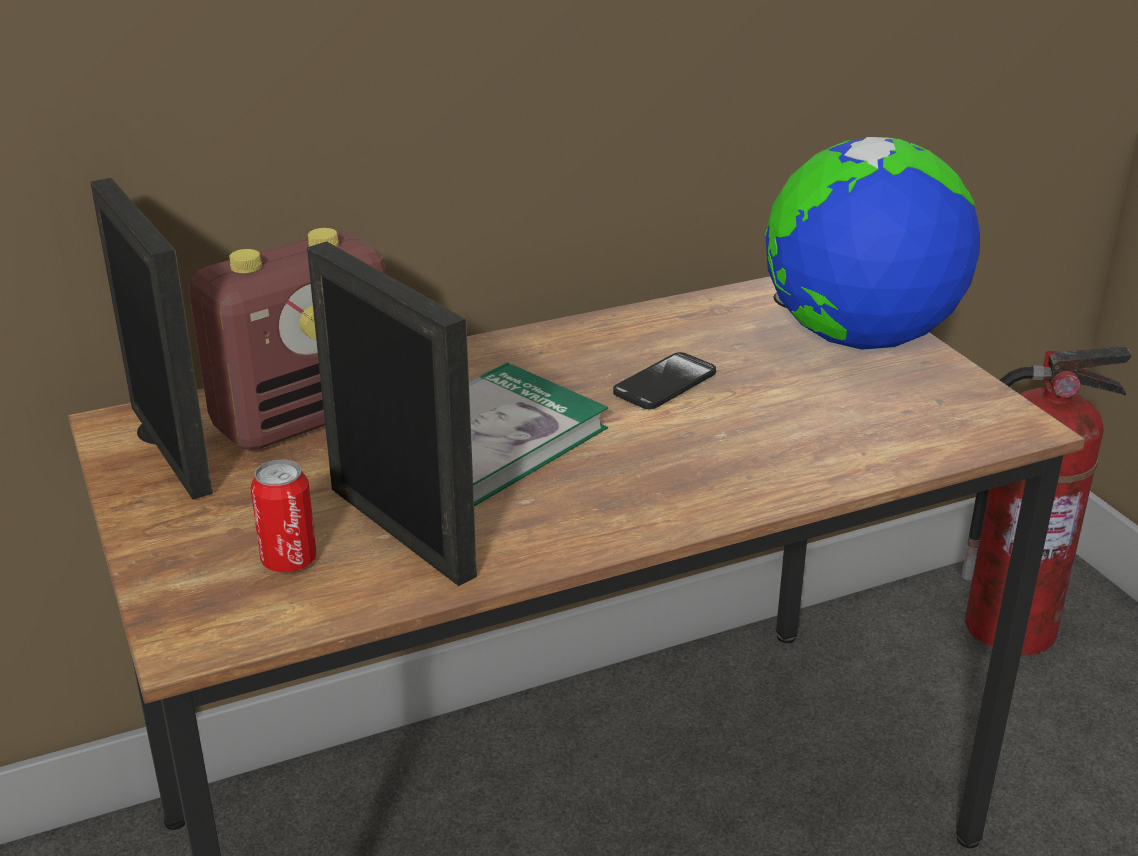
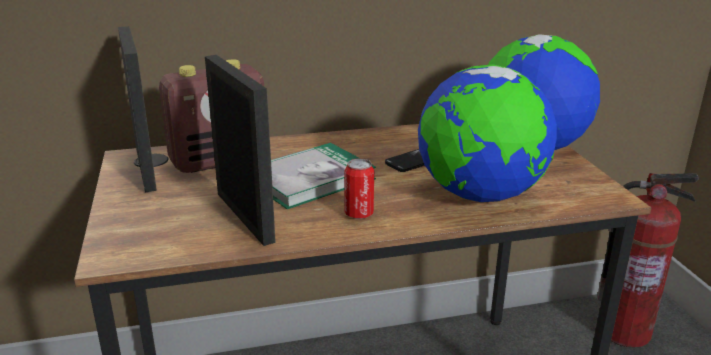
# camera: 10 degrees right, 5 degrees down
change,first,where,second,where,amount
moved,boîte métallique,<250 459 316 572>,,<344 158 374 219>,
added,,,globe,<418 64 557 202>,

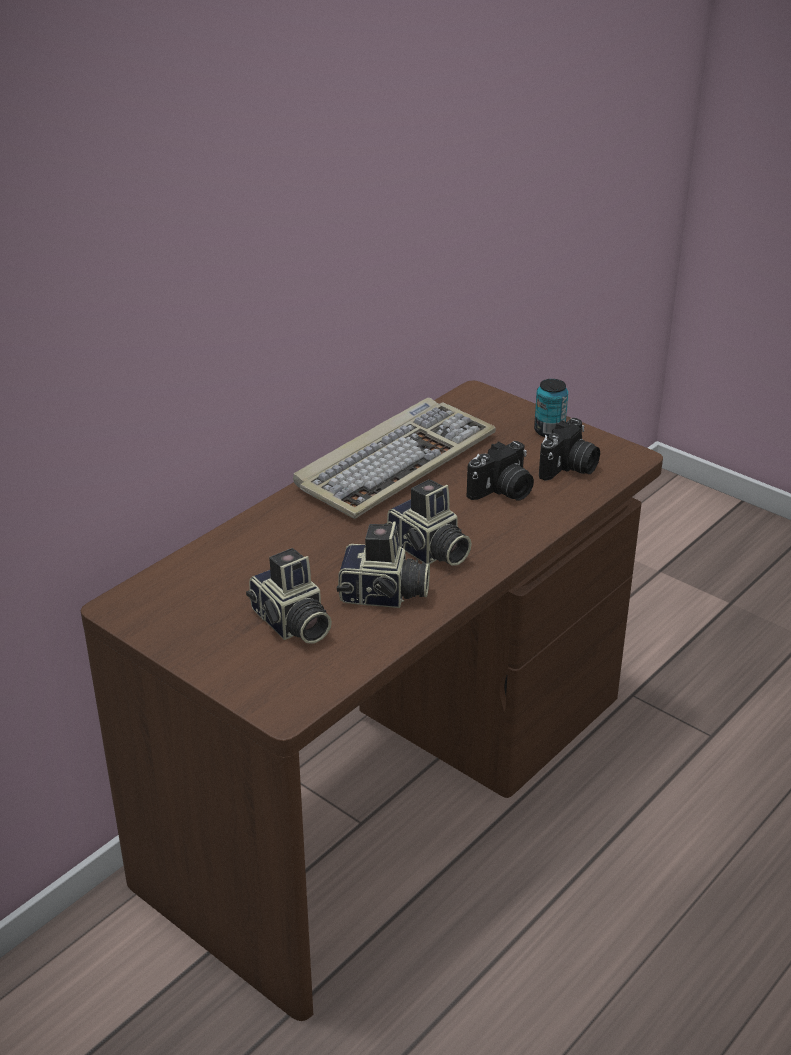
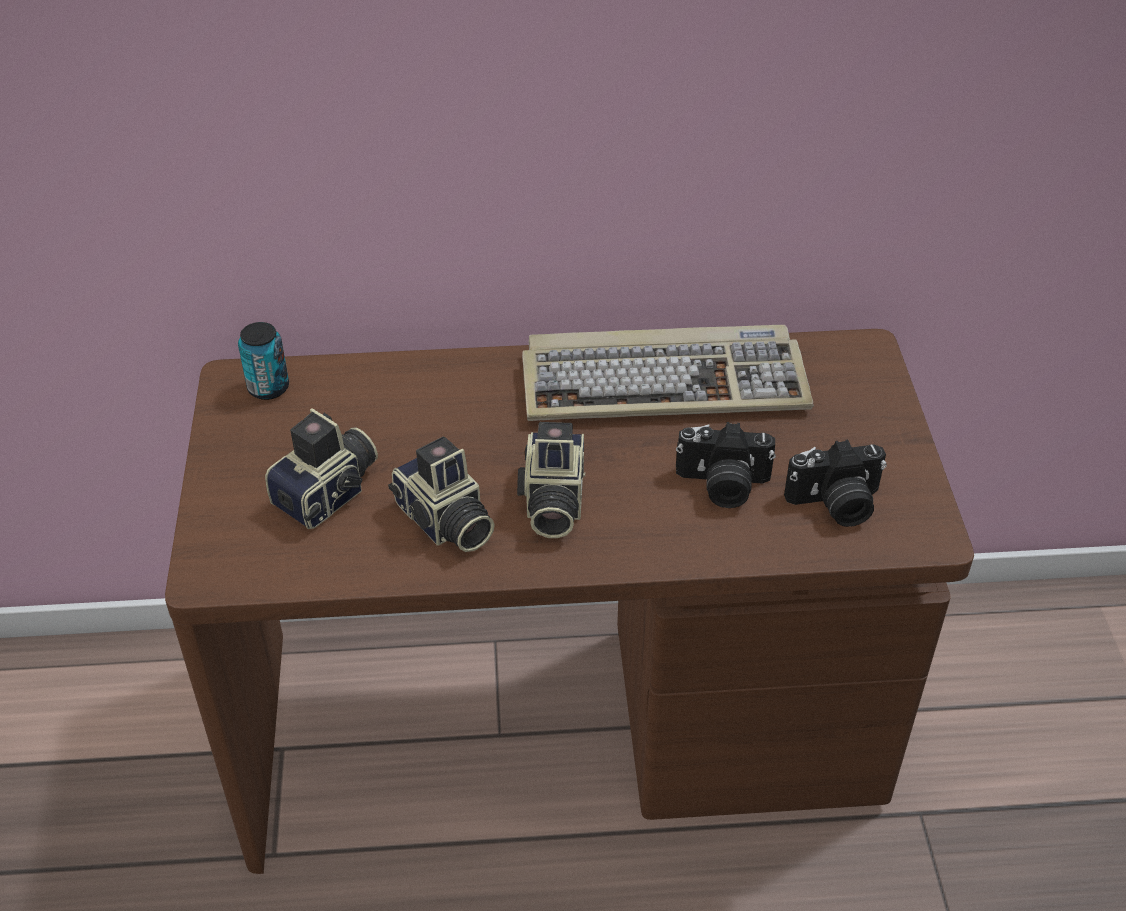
# camera: 45 degrees right, 10 degrees up
change,first,where,second,where,amount
moved,boîte métallique,<534 379 568 438>,,<238 322 289 400>,
turned,appareil photo,<246 548 332 644>,,<265 408 378 529>,150 degrees counterclockwise

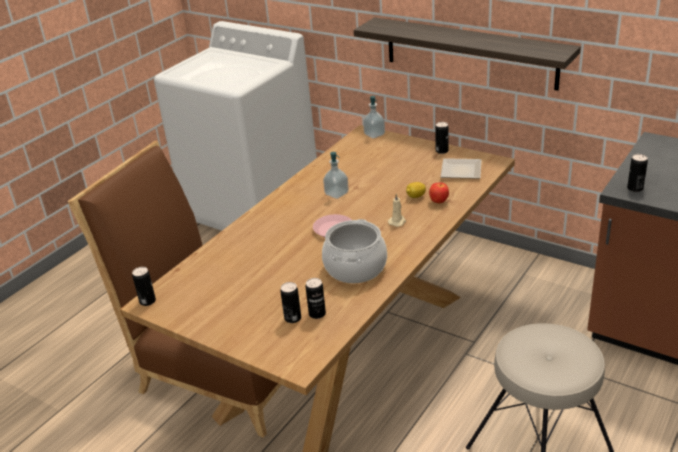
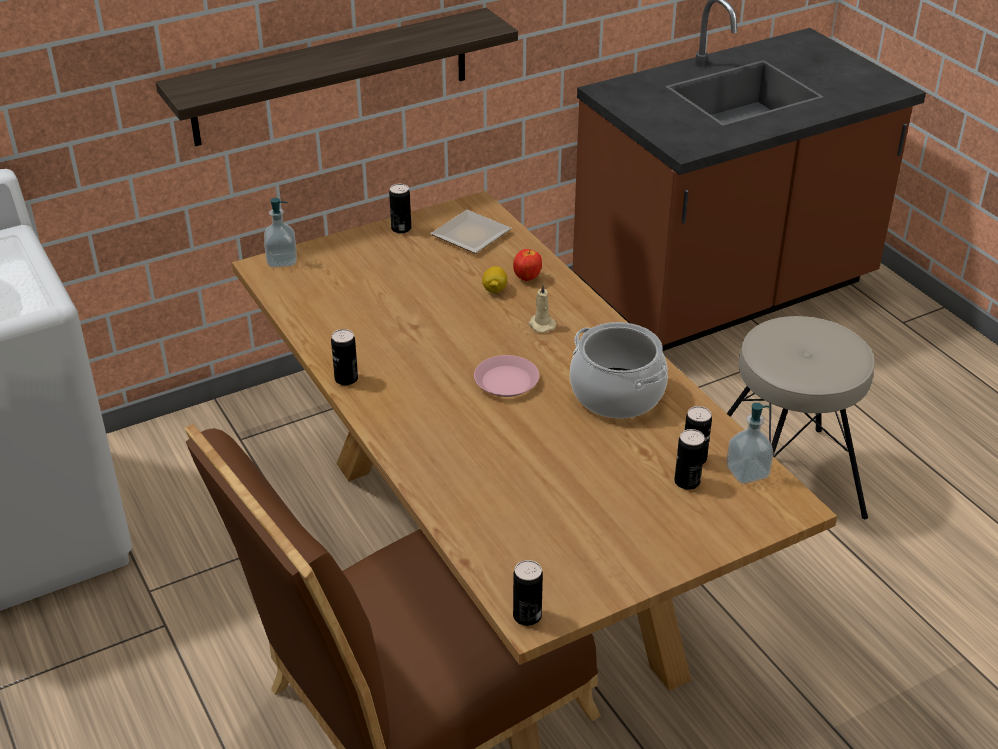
# camera: 65 degrees left, 5 degrees up
change,first,where,second,where,amount
moved,boîte métallique,<627 154 648 192>,,<331 329 358 385>,
moved,distributeur de savon,<323 152 349 199>,,<726 403 773 484>,

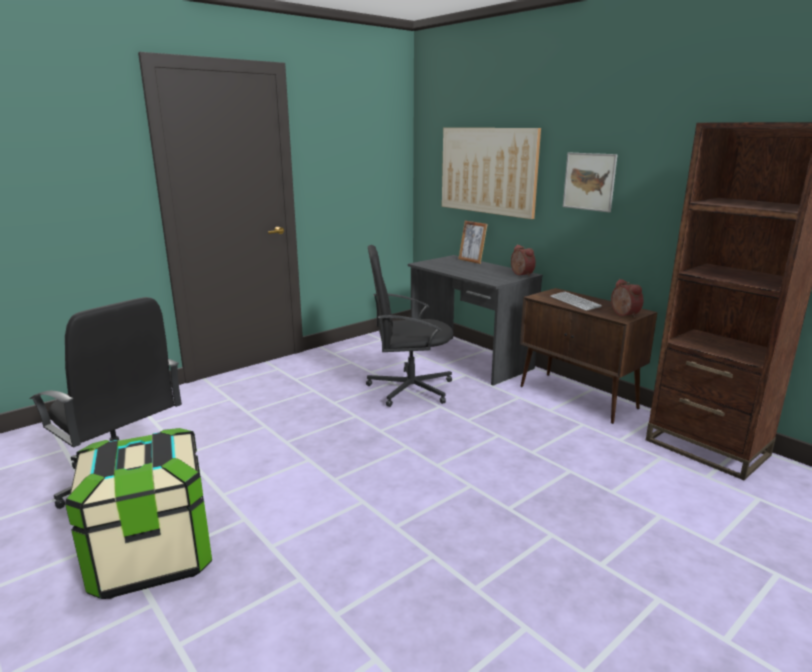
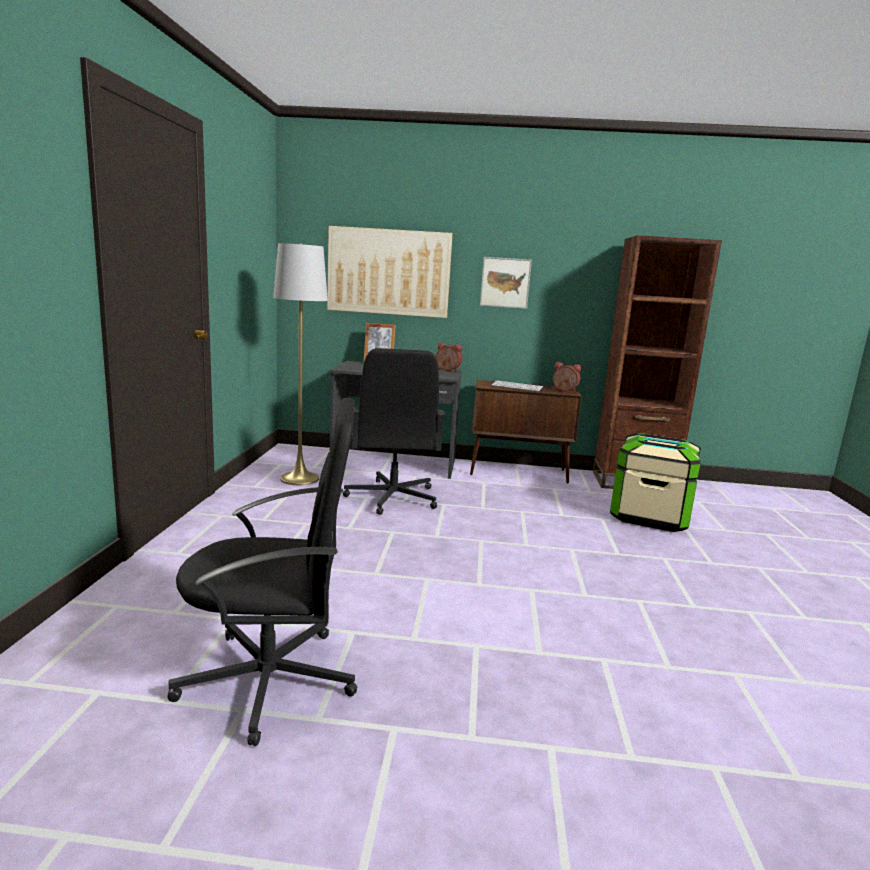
# camera: 45 degrees left, 5 degrees down
change,first,where,second,where,amount
added,,,lampadaire/gris,<273 243 328 485>,
turned,chaise de bureau/noir,<366 245 453 407>,,<343 348 446 515>,45 degrees counterclockwise
moved,boîte de rangement,<65 428 212 599>,,<610 433 701 532>,

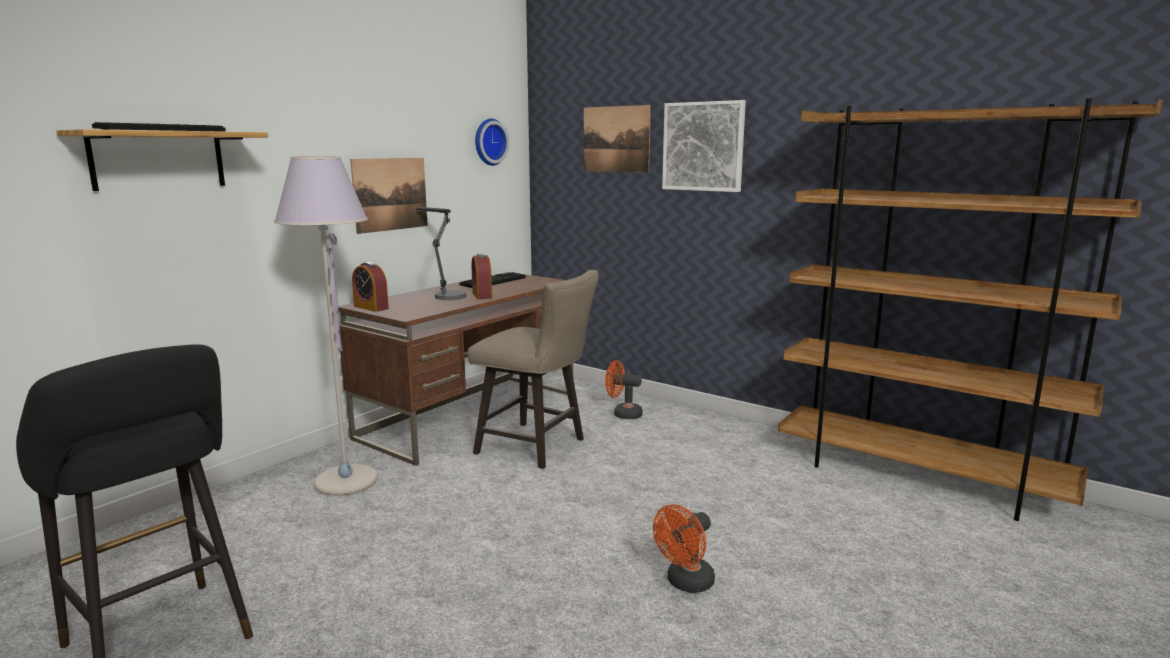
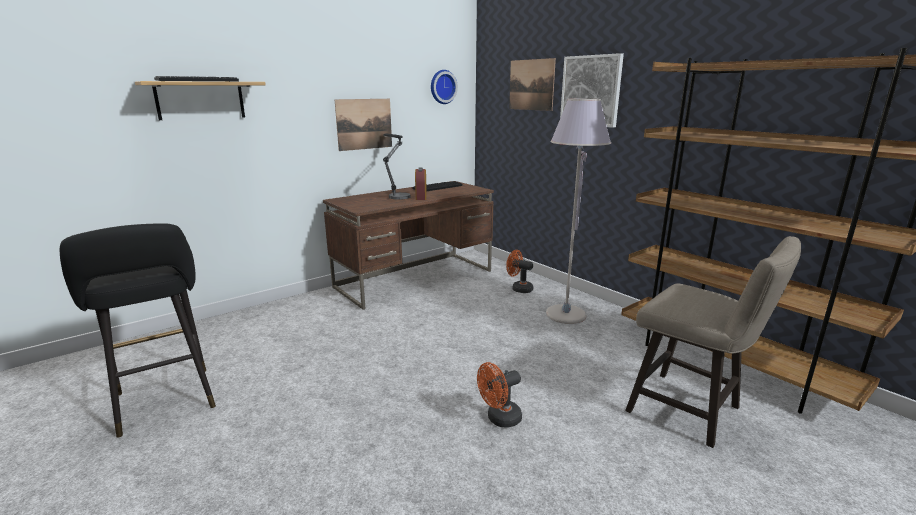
# camera: 15 degrees right, 5 degrees up
change,first,where,second,where,amount
moved,lampadaire/gris,<274 156 378 496>,,<546 98 611 324>,
moved,tabouret/beige,<467 270 599 469>,,<625 236 801 448>,
removed,réveil,<352 262 389 312>,,,

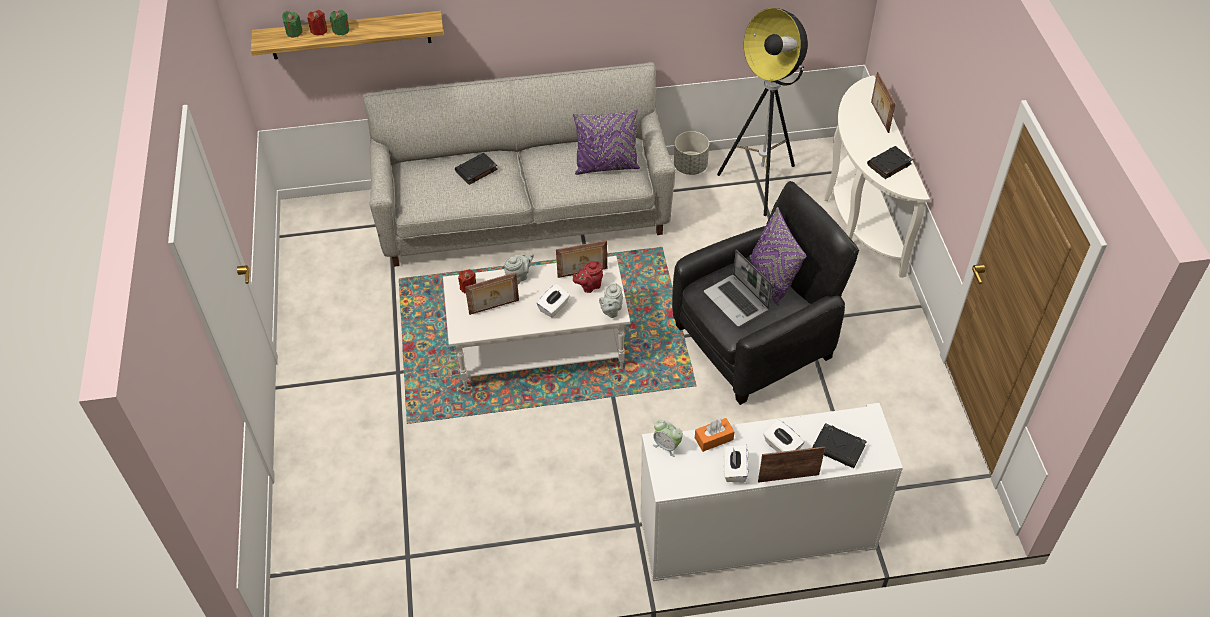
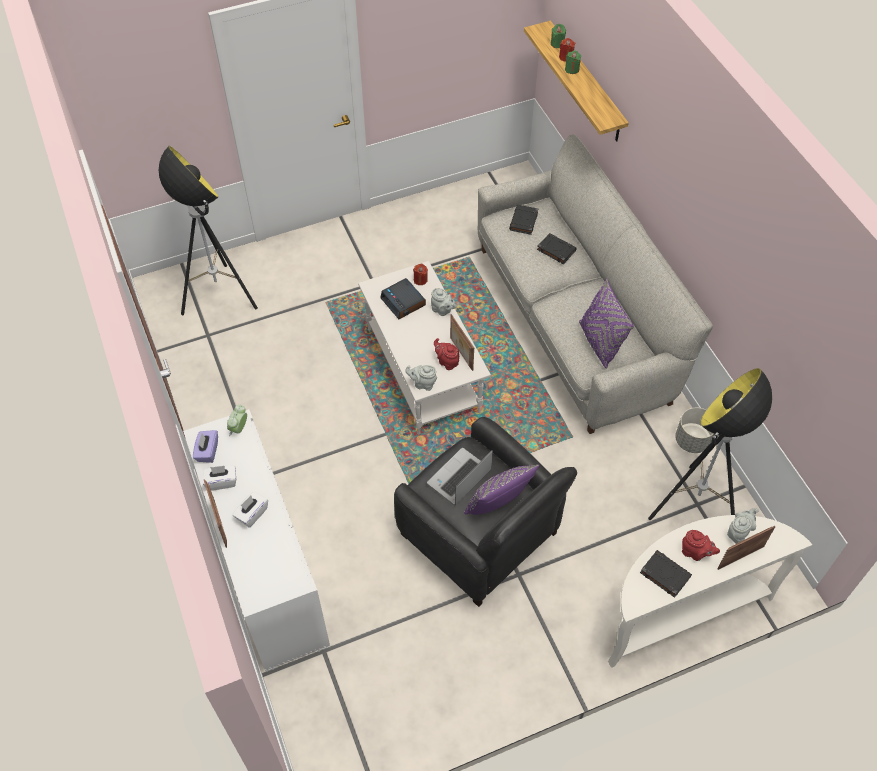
# camera: 75 degrees right, 5 degrees up
change,first,where,second,where,amount
added,,,lampadaire,<159 146 258 315>,
added,,,boîte à mouchoirs/violet,<193 430 218 463>,
replaced,cadre photo,<465 272 519 315>,réveil,<380 278 426 319>,
moved,livre/noir,<812 423 867 468>,,<509 205 538 235>,
added,,,théière/rouge,<682 530 720 561>,
added,,,théière/gris,<727 508 759 544>,
removed,boîte à mouchoirs/blanc,<537 284 570 318>,,,
removed,boîte à mouchoirs/orange,<695 418 734 452>,,,

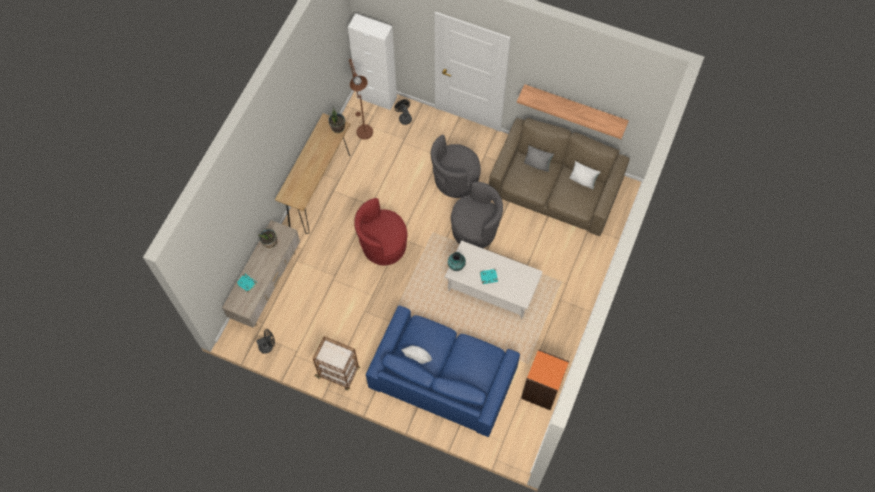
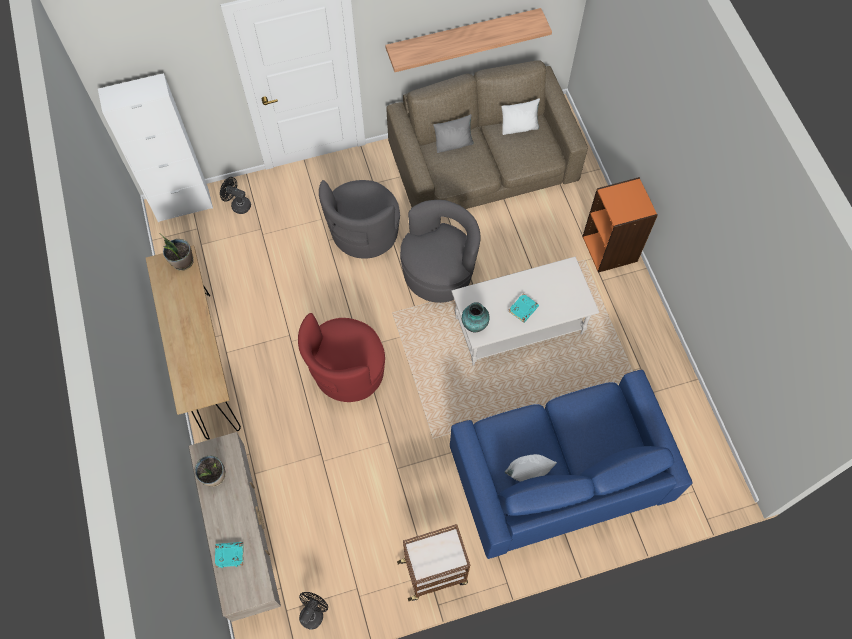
# camera: 40 degrees left, 0 degrees up
change,first,where,second,where,amount
moved,bibliothèque/orange,<521 349 569 411>,,<582 177 658 273>,
removed,lampadaire/marron,<348 59 373 140>,,,

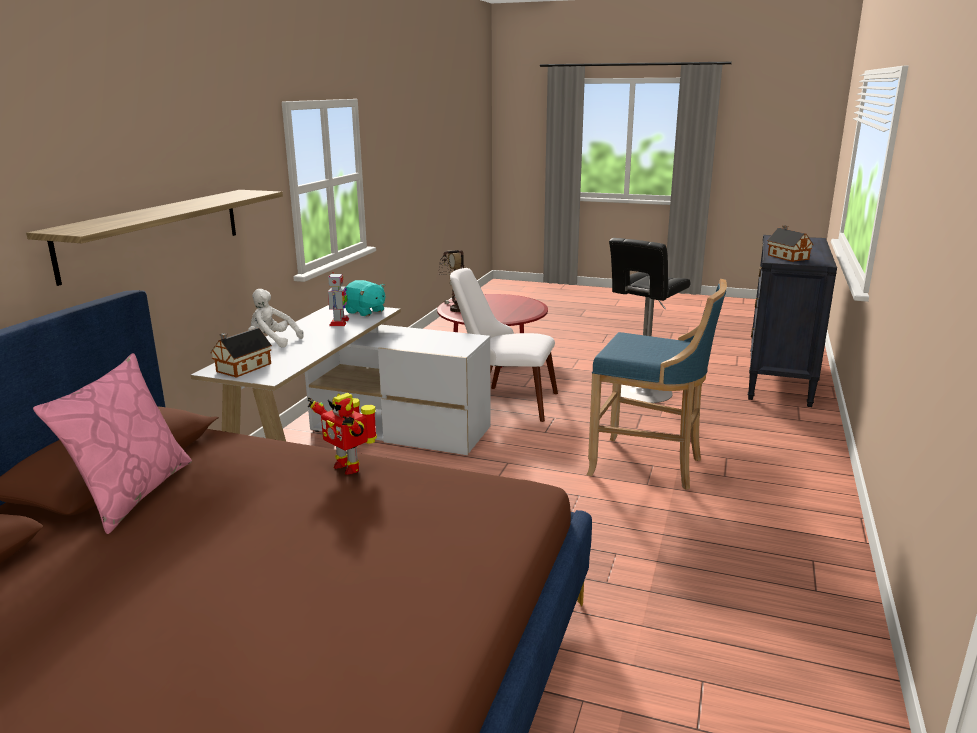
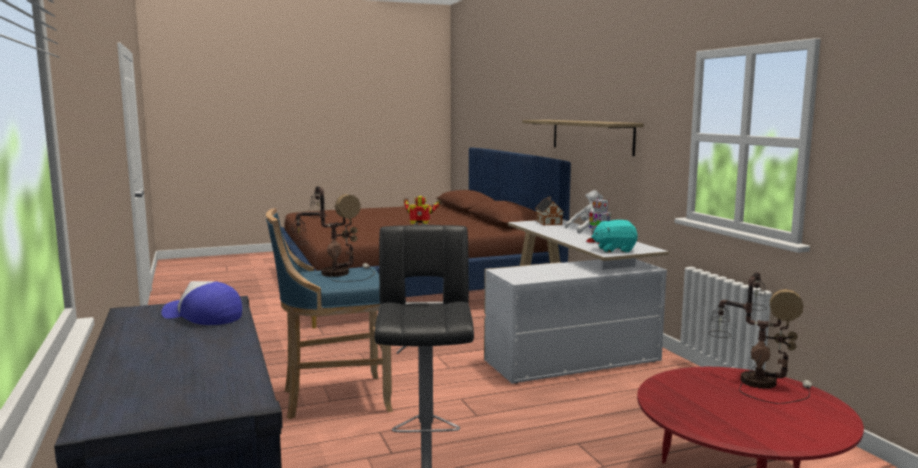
# camera: 140 degrees right, 10 degrees down
change,first,where,second,where,amount
replaced,maison miniature,<767 225 813 262>,casquette,<161 281 242 325>,
added,,,lampe de table,<290 186 375 282>,
removed,coussin/rose,<33 353 192 534>,,,
removed,chaise/blanc,<450 268 558 422>,,,

